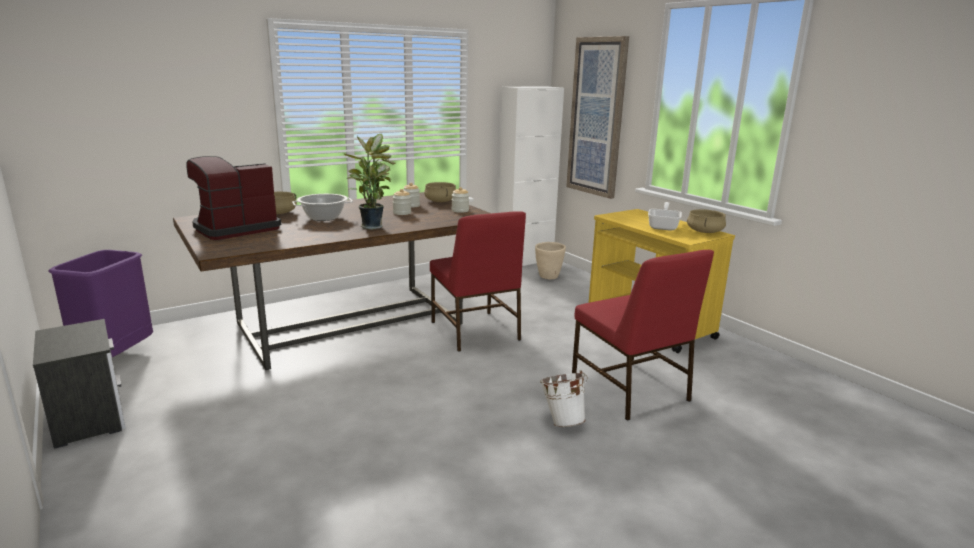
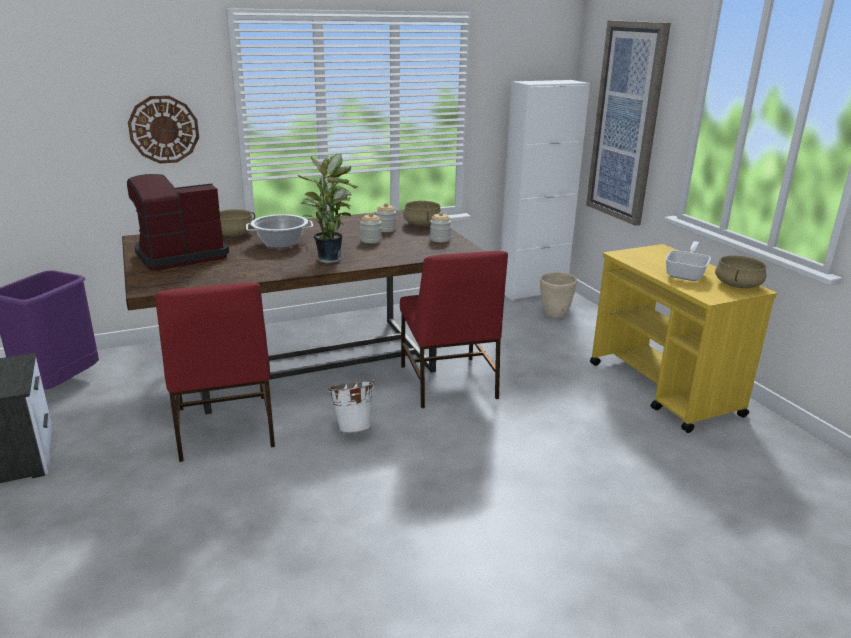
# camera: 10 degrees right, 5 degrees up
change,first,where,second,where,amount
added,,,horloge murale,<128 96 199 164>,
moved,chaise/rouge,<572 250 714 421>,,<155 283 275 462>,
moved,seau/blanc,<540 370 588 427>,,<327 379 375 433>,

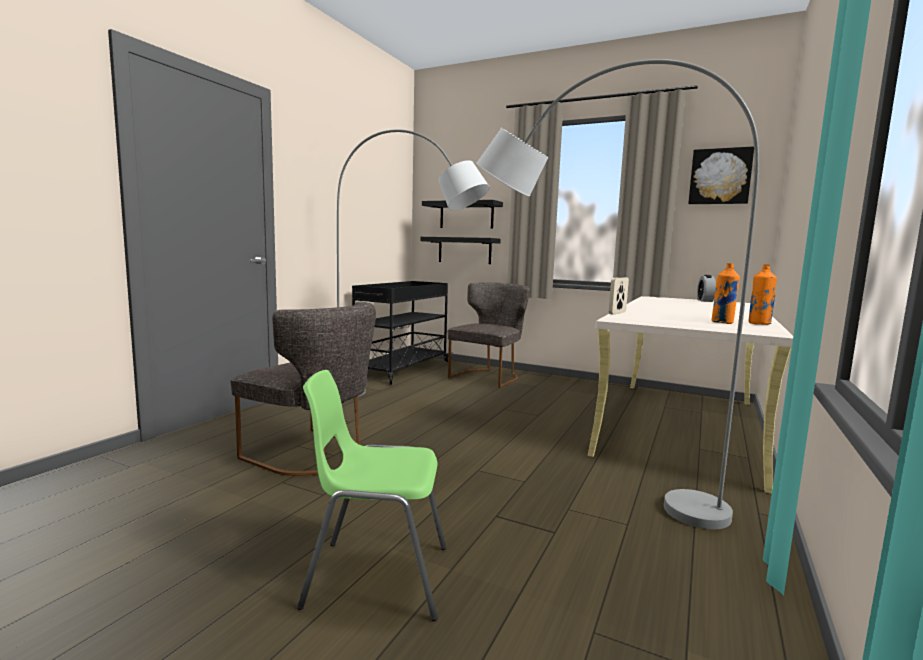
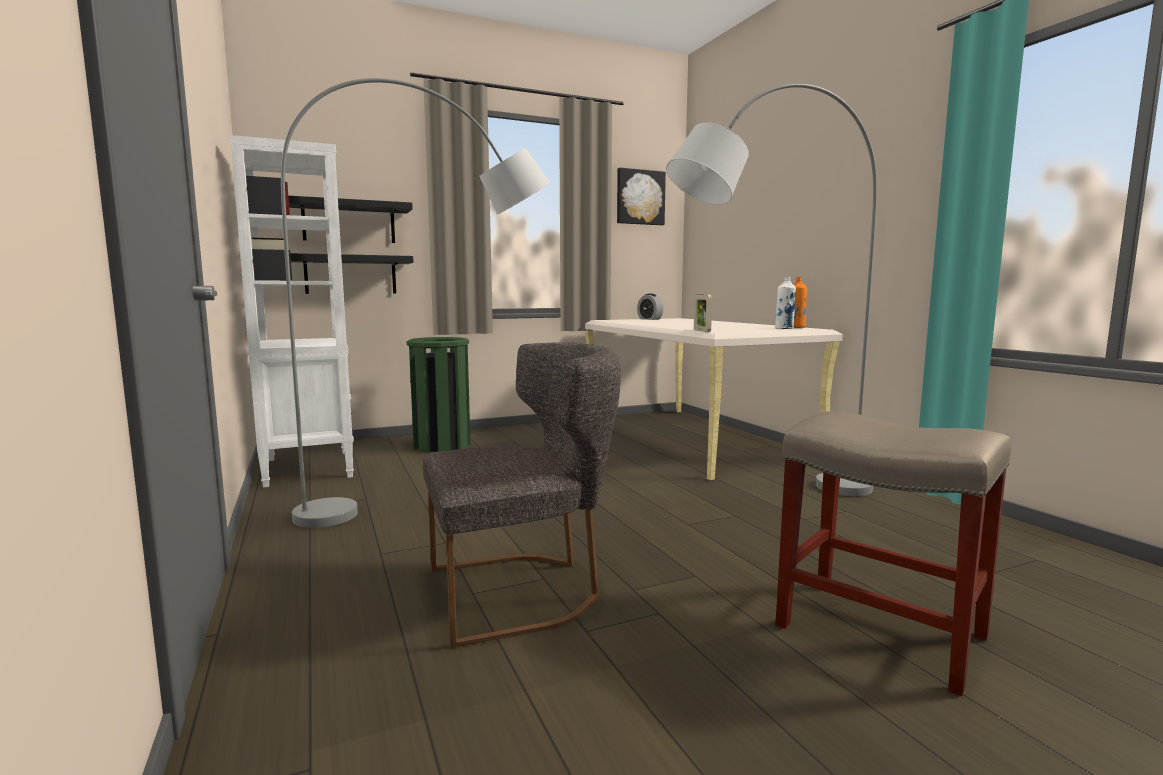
# camera: 50 degrees left, 0 degrees up
change,first,where,second,where,amount
replaced,chariot/noir,<352 281 452 384>,bibliothèque/blanc,<230 135 354 488>,
replaced,chaise/gris,<448 282 530 388>,poubelle/vert,<407 337 471 453>,
recoloured,bouteille/orange,<712 263 740 324>,bouteille/blanc,<775 277 796 329>,
replaced,chaise/vert,<297 370 446 621>,tabouret/beige,<776 411 1011 696>,

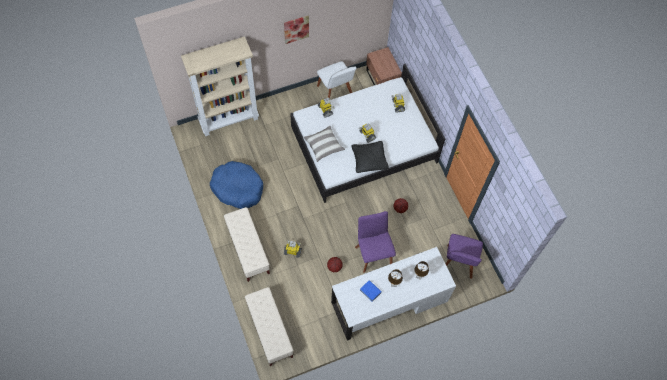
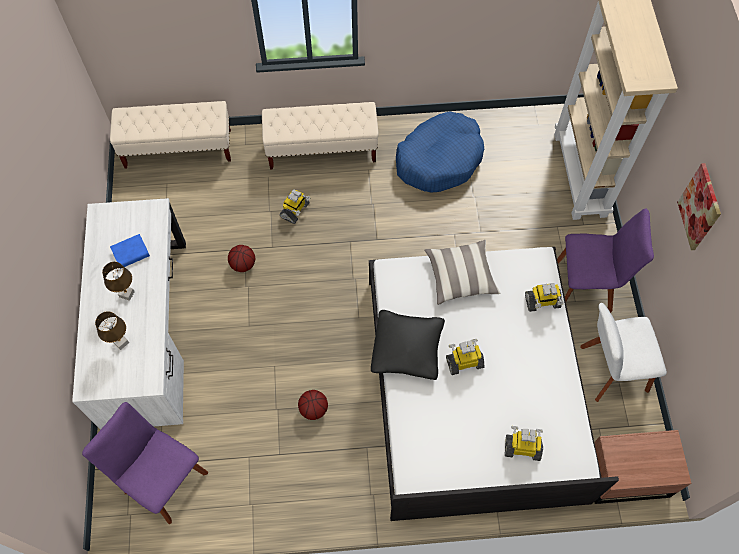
# camera: 110 degrees right, 0 degrees up
change,first,where,second,where,amount
moved,chaise/violet,<355 211 396 273>,,<557 208 654 313>,

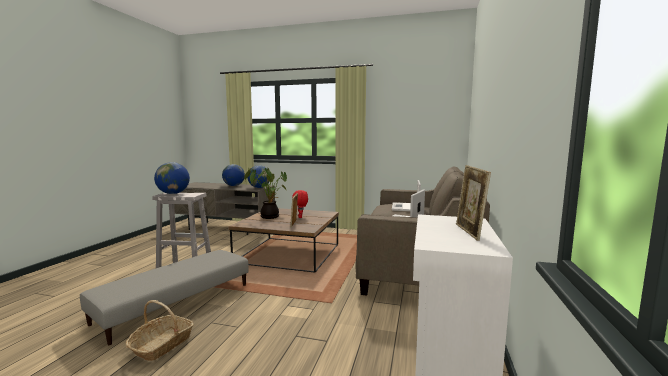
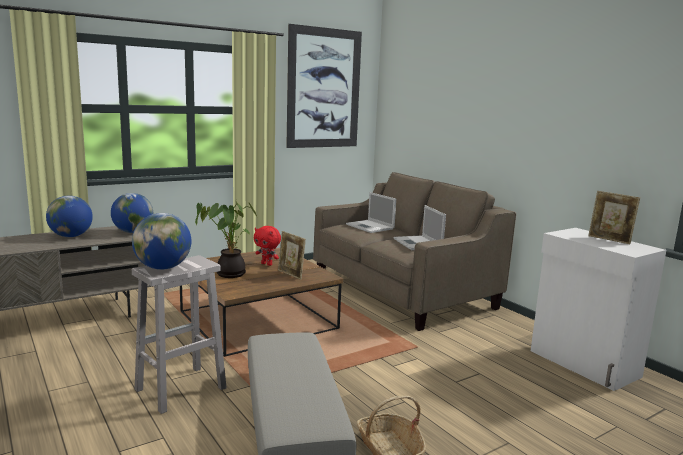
# camera: 50 degrees left, 5 degrees up
change,first,where,second,where,amount
added,,,tableau,<286 24 362 148>,

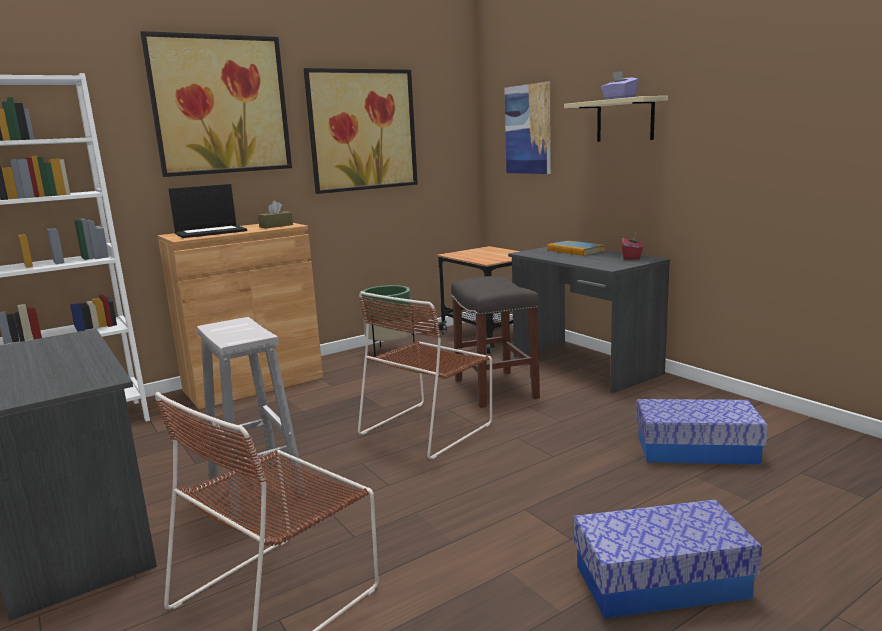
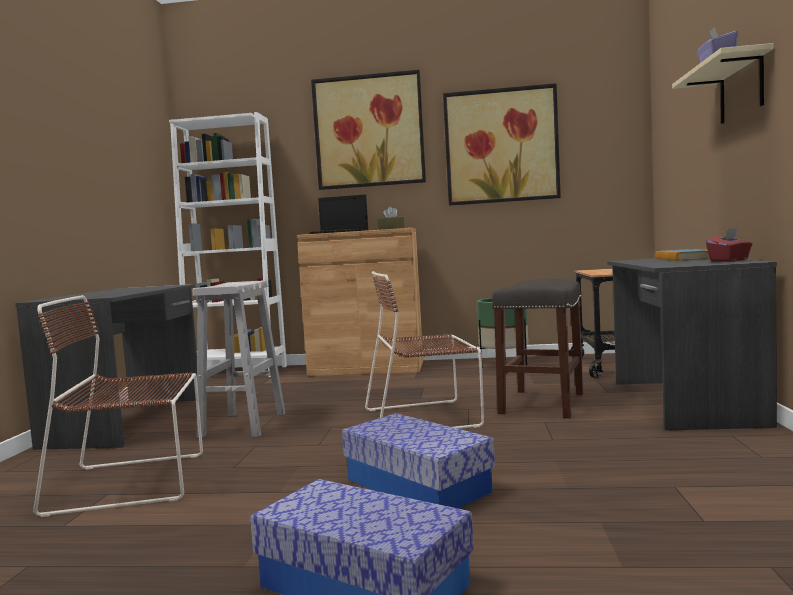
# camera: 40 degrees right, 10 degrees down
change,first,where,second,where,amount
moved,boîte de rangement,<636 399 768 465>,,<342 413 495 509>,
removed,tableau,<505 82 551 174>,,,

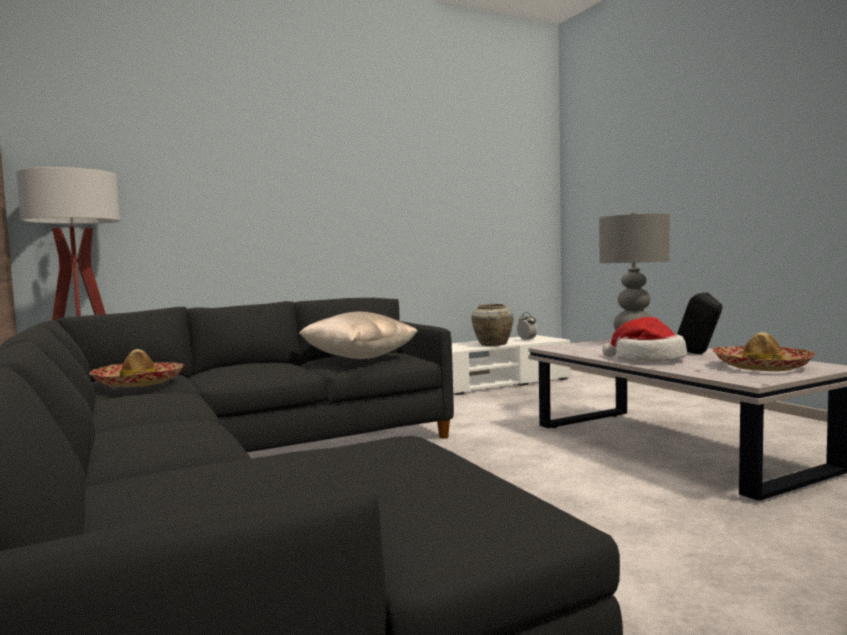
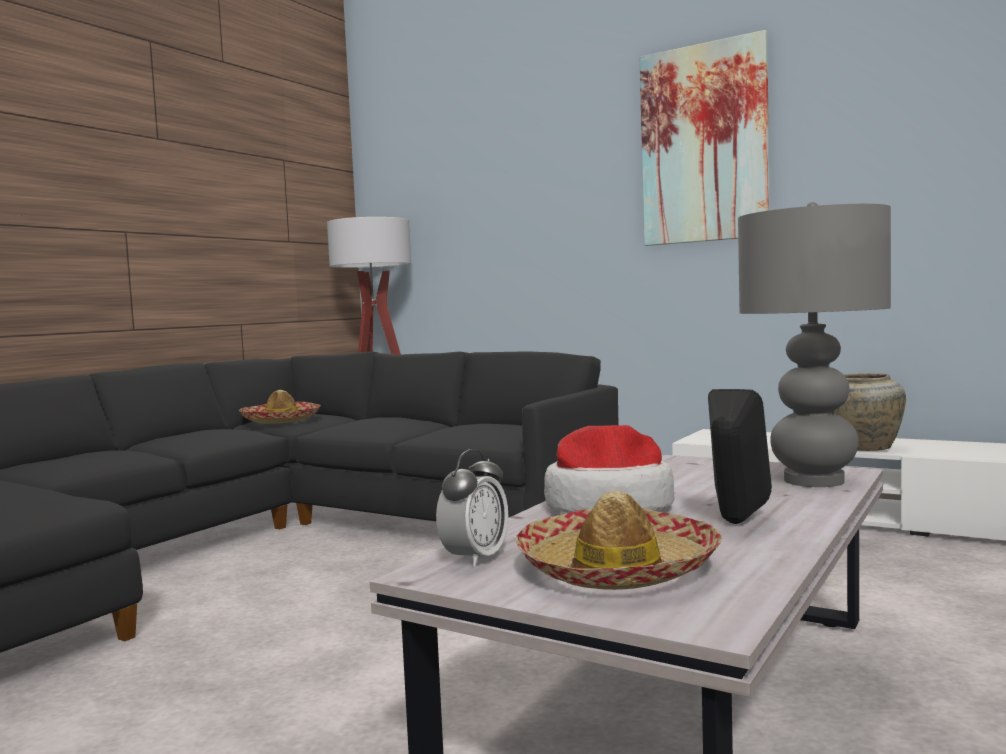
# camera: 60 degrees right, 0 degrees up
change,first,where,second,where,amount
moved,réveil,<517 312 537 341>,,<436 449 508 567>,
added,,,tableau,<639 30 770 246>,
removed,coussin/beige,<299 312 418 359>,,,

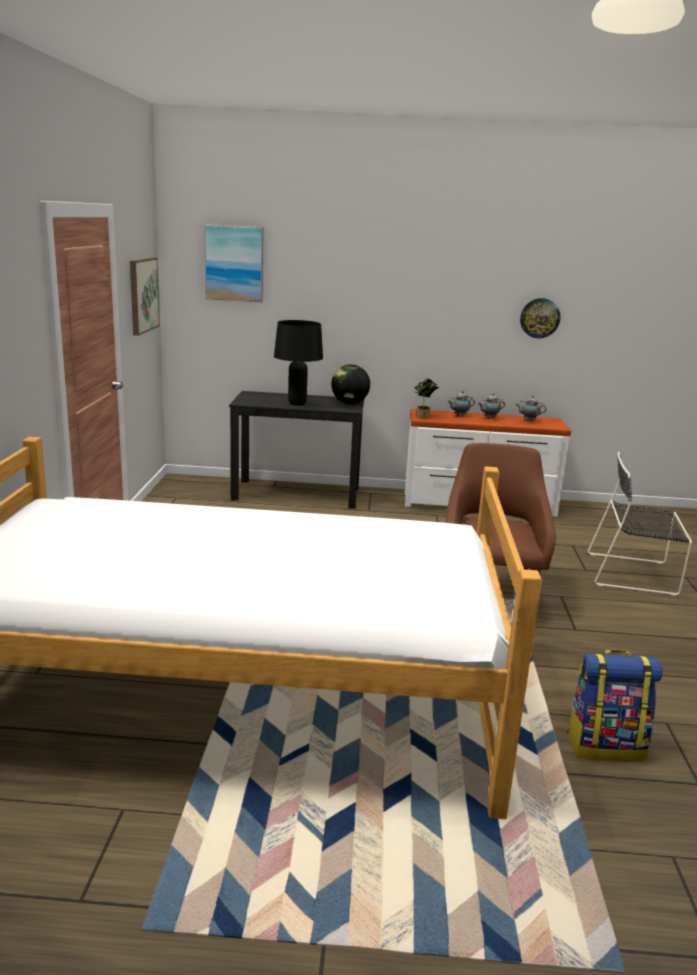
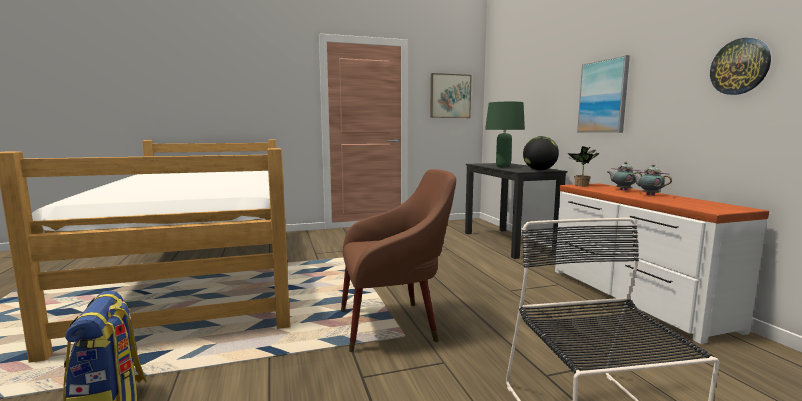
# camera: 70 degrees right, 10 degrees down
change,first,where,second,where,amount
recoloured,lampe de table/noir,<274 320 323 405>,lampe de table/vert,<485 102 525 167>,
moved,tableau,<204 224 264 302>,,<577 55 630 133>,
removed,théière,<516 396 546 421>,,,

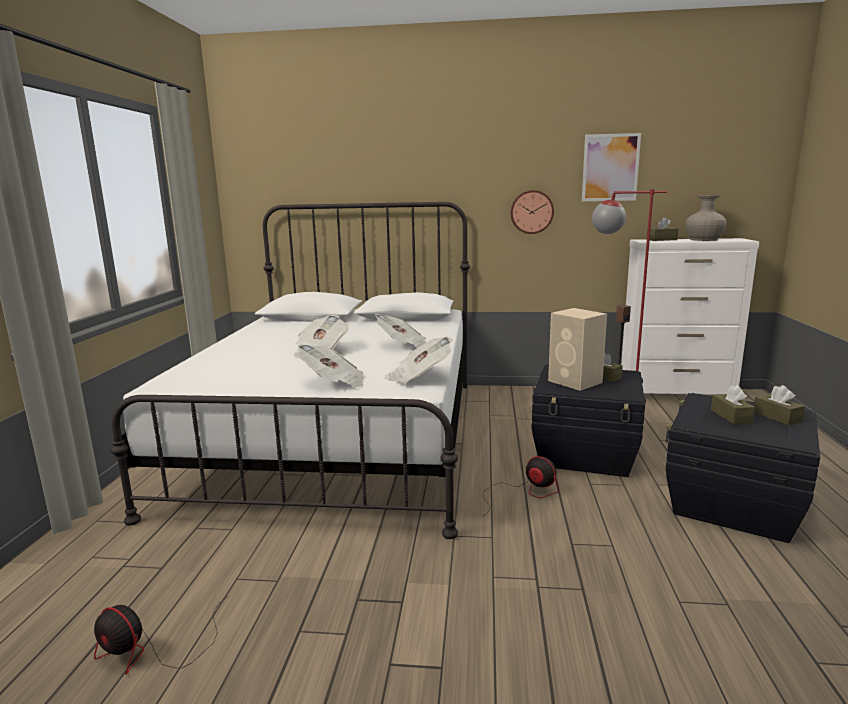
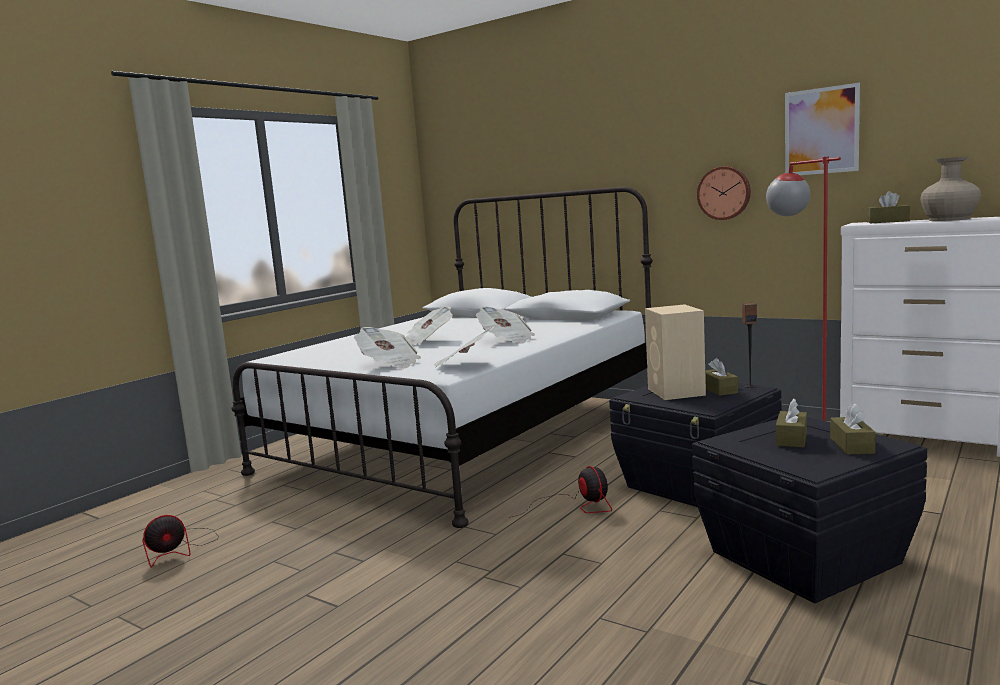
# camera: 30 degrees right, 5 degrees down
change,first,where,second,where,amount
turned,ventilateur,<94 596 228 675>,,<142 515 219 568>,90 degrees counterclockwise

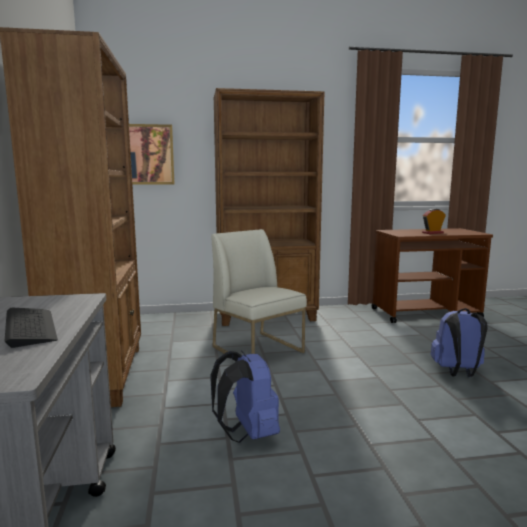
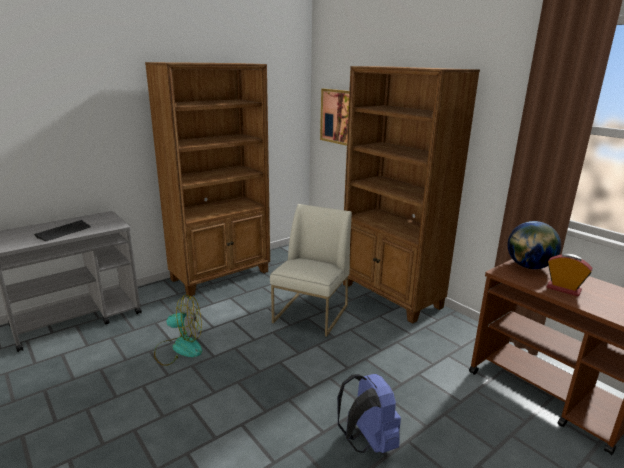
# camera: 60 degrees right, 10 degrees up
change,first,where,second,where,amount
replaced,sac à dos/bleu,<210 351 280 443>,ventilateur,<154 295 202 366>,
added,,,globe,<507 221 561 269>,

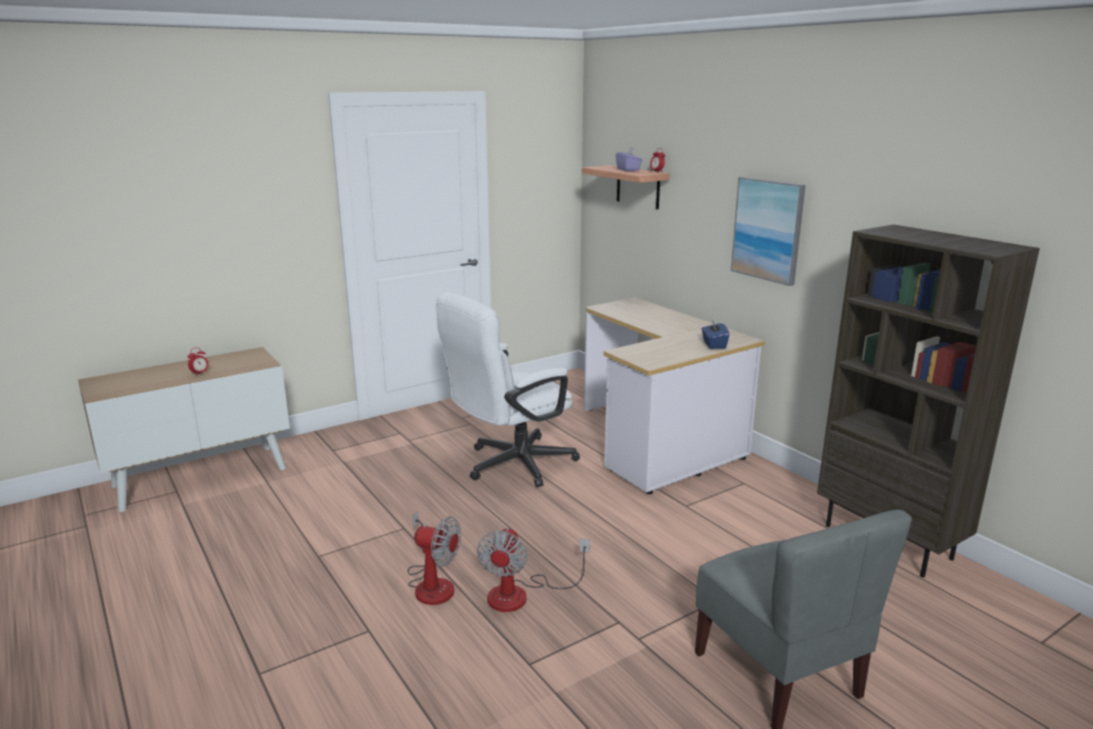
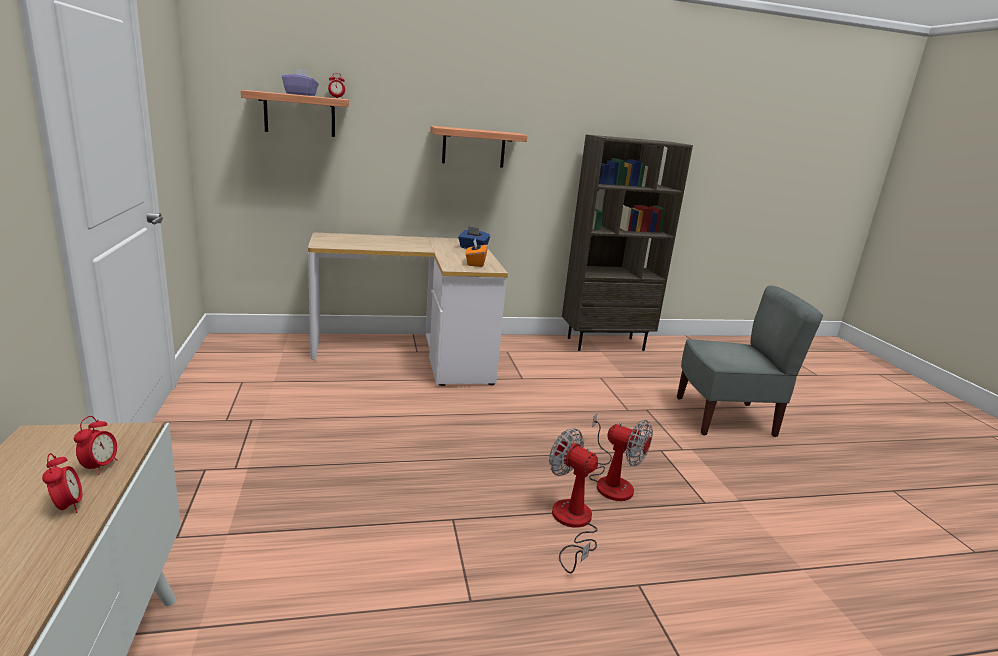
# camera: 70 degrees left, 0 degrees up
change,first,where,second,where,amount
added,,,réveil,<74 416 118 475>,
replaced,tableau,<731 177 806 286>,étagère,<430 126 527 167>,
added,,,boîte à mouchoirs/orange,<466 238 488 267>,
turned,ventilateur,<408 511 461 605>,,<549 428 598 573>,90 degrees counterclockwise
removed,chaise de bureau/blanc,<436 292 580 487>,,,

